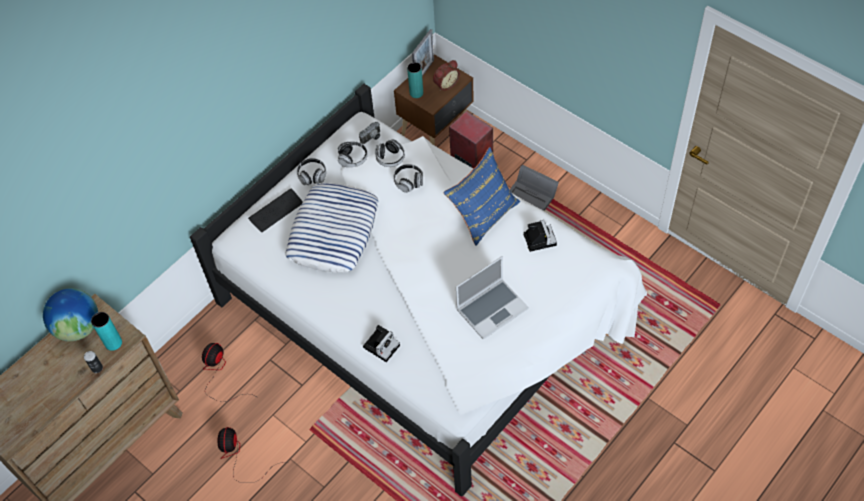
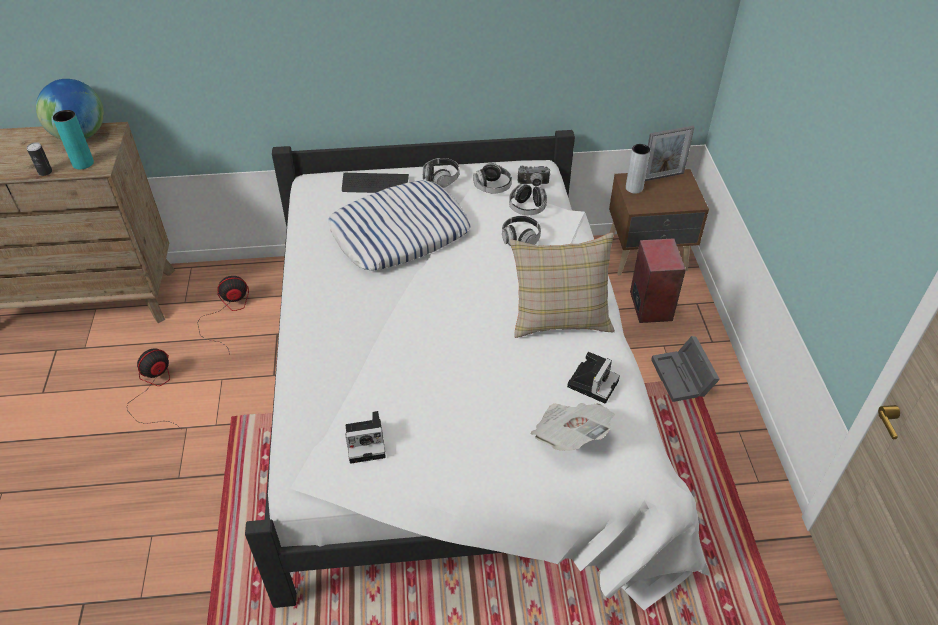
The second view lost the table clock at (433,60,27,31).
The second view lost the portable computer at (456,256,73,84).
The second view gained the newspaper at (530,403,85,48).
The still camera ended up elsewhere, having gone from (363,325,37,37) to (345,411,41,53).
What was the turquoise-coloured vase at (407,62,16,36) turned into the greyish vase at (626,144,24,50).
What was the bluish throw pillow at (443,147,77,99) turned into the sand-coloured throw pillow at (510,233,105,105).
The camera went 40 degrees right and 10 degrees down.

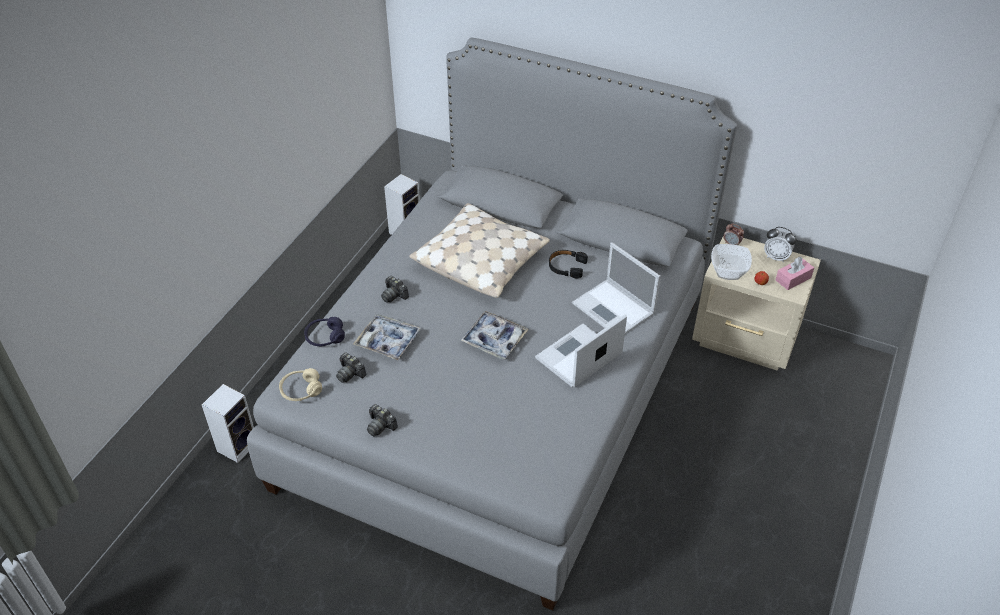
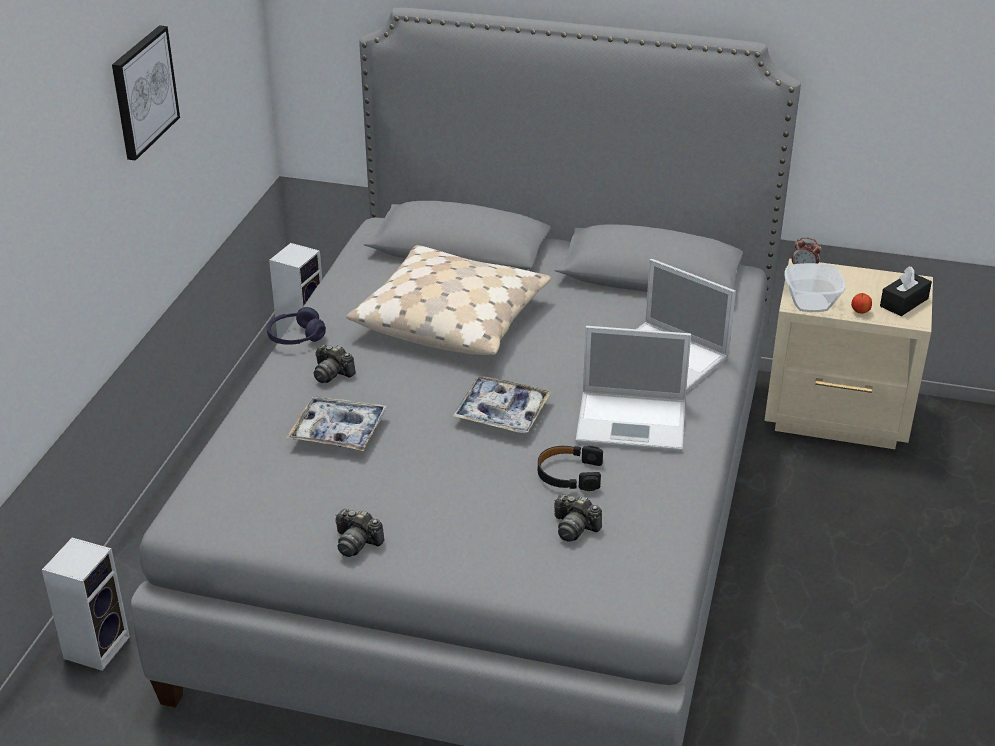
The second view lost the sand-coloured pair of headphones at (279,368,43,33).
The second view lost the table clock at (764,227,32,36).
The second view gained the wall picture at (112,25,68,136).
The purple-coloured pair of headphones ended up elsewhere, having gone from (304,317,41,29) to (267,307,59,38).
The still camera ended up elsewhere, having gone from (336,353,30,30) to (554,494,48,48).
The blackish pair of headphones ended up elsewhere, having gone from (549,250,39,28) to (538,446,65,45).
What was the pinkish box of tissues at (776,257,38,33) turned into the blackish box of tissues at (880,266,52,50).
The portable computer at (535,315,92,72) ended up facing another way, 120 degrees counterclockwise from before.
The camera went 10 degrees left and 10 degrees down.

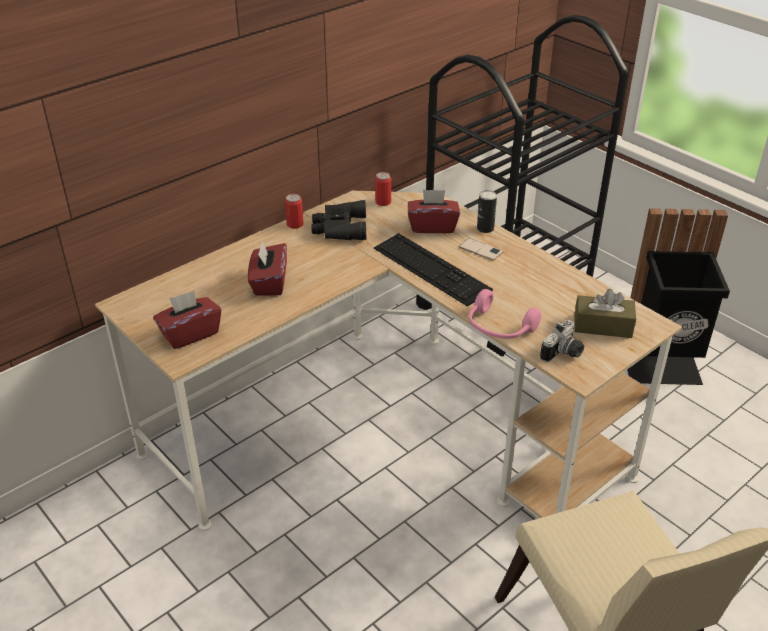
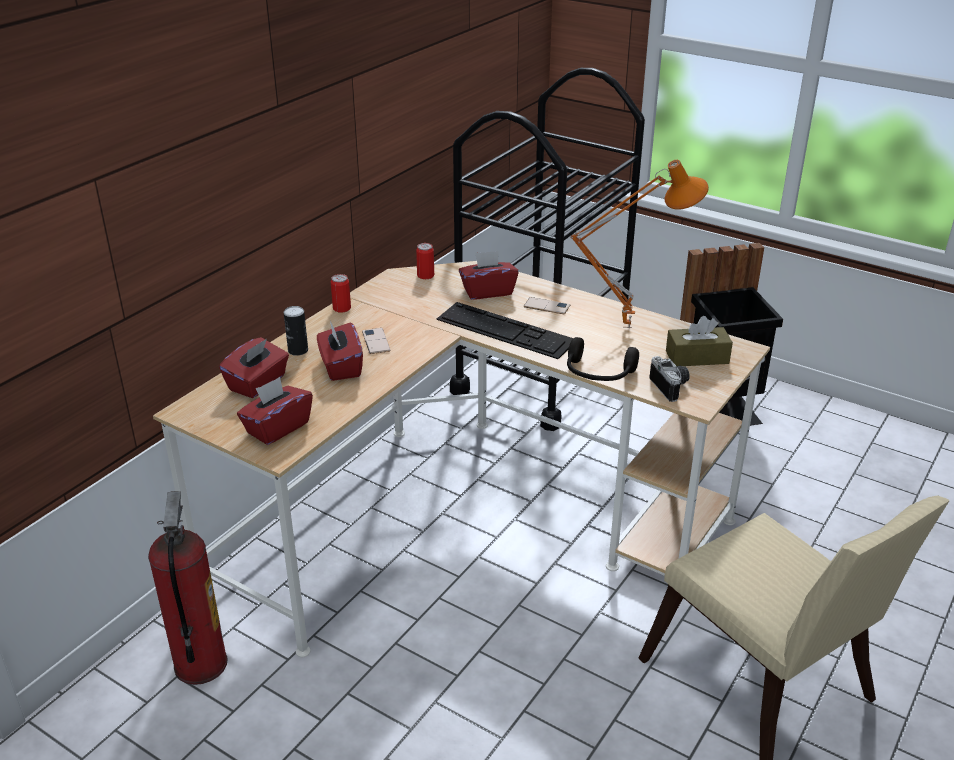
The second view lost the blackish pair of binoculars at (311,200,55,40).
The second view gained the extinguisher at (148,491,80,194).
The second view gained the red-coloured box of tissues at (219,337,70,61).
The second view gained the handset at (362,328,28,26).
The second view gained the orangey table lamp at (571,160,138,168).
The sealed can ended up elsewhere, having gone from (477,190,20,43) to (284,306,24,50).
What was the pinkish pair of headphones at (469,289,72,50) turned into the blackish pair of headphones at (567,337,72,44).
The still camera at (540,320,44,42) ended up facing another way, 45 degrees counterclockwise from before.
The camera went 15 degrees left and 5 degrees down.

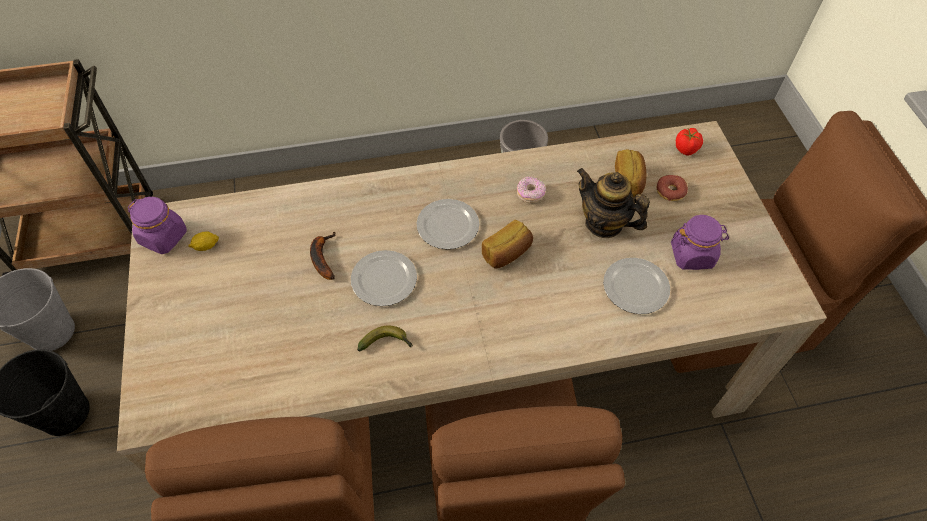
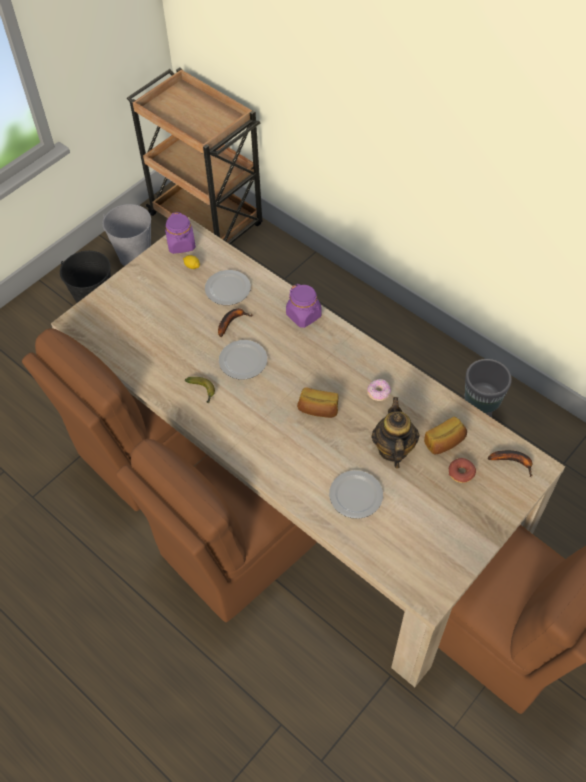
The plate ended up elsewhere, having gone from (417,199,62,50) to (205,270,46,35).
The purple-coloured storage jar ended up elsewhere, having gone from (671,215,58,55) to (286,284,36,44).
Where the whole tomato stood at (676,128,27,28), the whole banana came to stand at (488,450,44,27).
The camera went 55 degrees right and 0 degrees up.

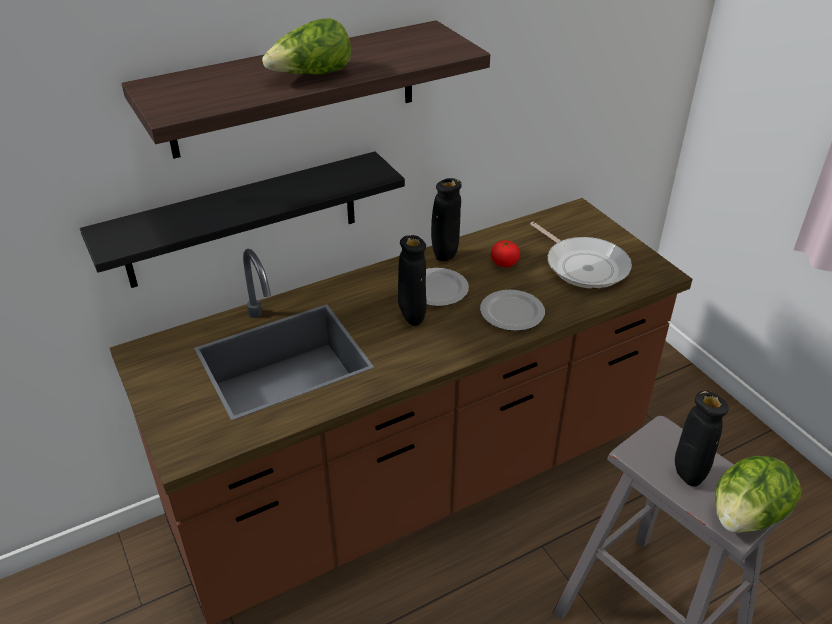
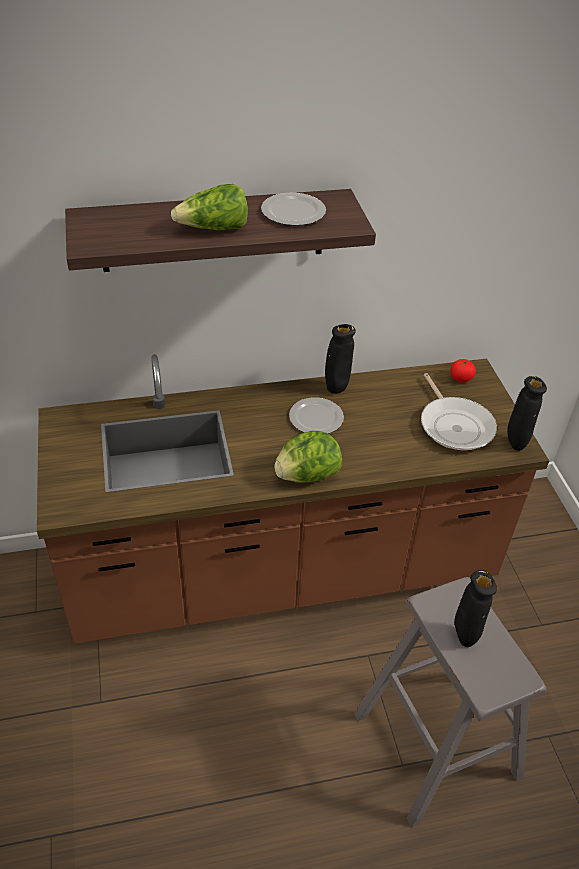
The second view lost the blackish wall shelf at (80,151,325,137).
The blackish vase ended up elsewhere, having gone from (398,235,29,91) to (507,376,40,75).
The plate ended up elsewhere, having gone from (480,290,65,41) to (261,193,65,33).
The whole tomato ended up elsewhere, having gone from (491,240,29,27) to (450,359,26,24).
The head of lettuce ended up elsewhere, having gone from (715,456,86,77) to (274,431,68,52).
The camera went 15 degrees right and 5 degrees up.

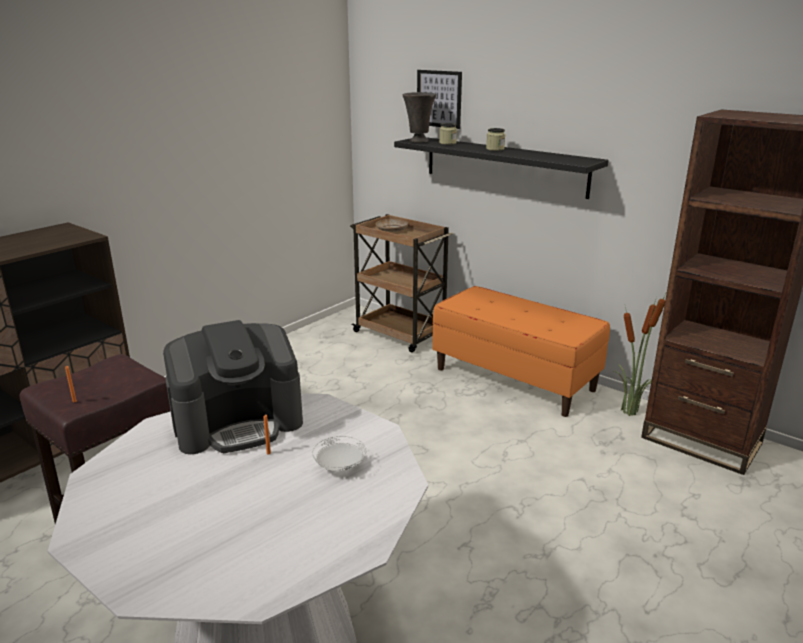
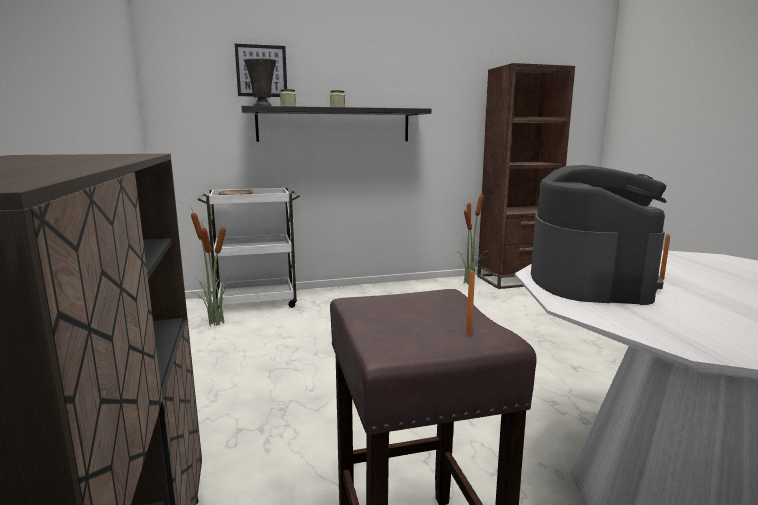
The second view lost the white plate at (312,436,54,35).
The second view lost the orangey long seat at (433,286,177,131).
The second view gained the potted plant at (190,207,41,119).
What was the brown-coloured wheeled cart at (350,214,103,139) turned into the white wheeled cart at (198,188,102,120).
The camera went 55 degrees left and 10 degrees down.

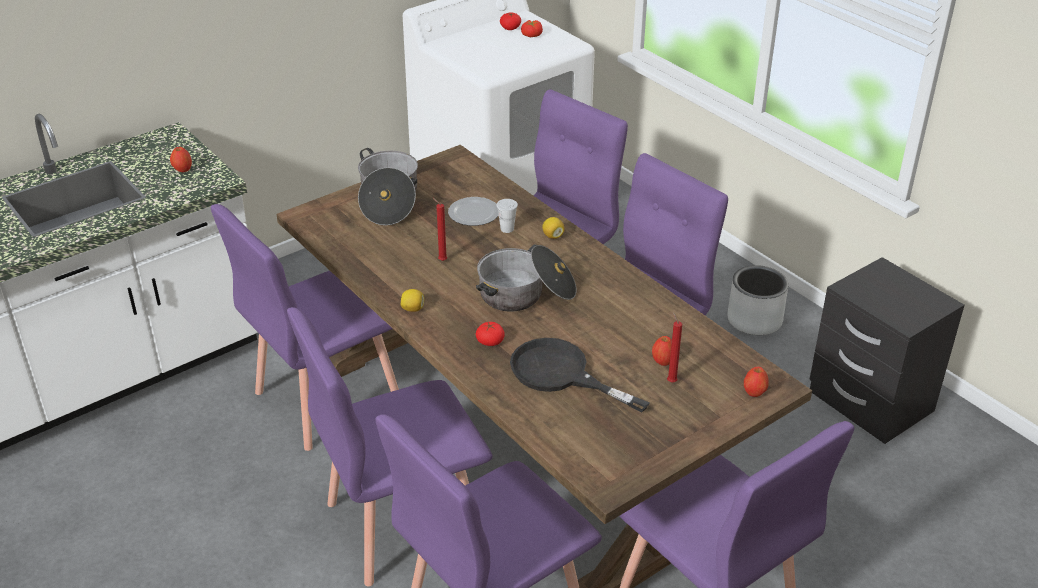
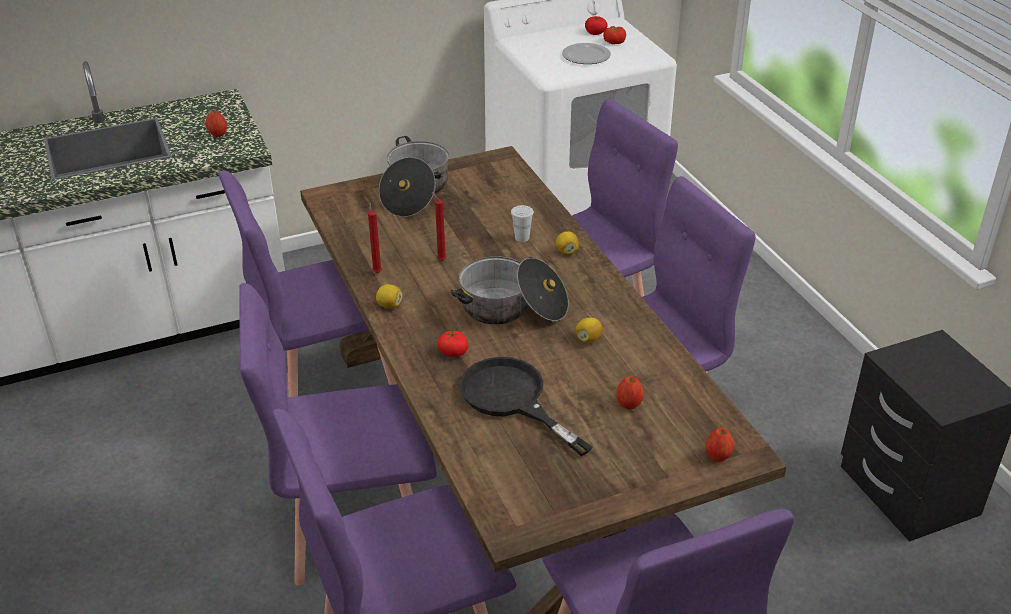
The second view lost the greyish plant pot at (728,265,61,70).
The second view gained the whole lemon at (576,318,27,25).
The plate ended up elsewhere, having gone from (448,197,51,29) to (562,43,49,21).
The red-coloured candle ended up elsewhere, having gone from (667,312,15,70) to (368,202,14,71).
The camera went 15 degrees right and 0 degrees up.

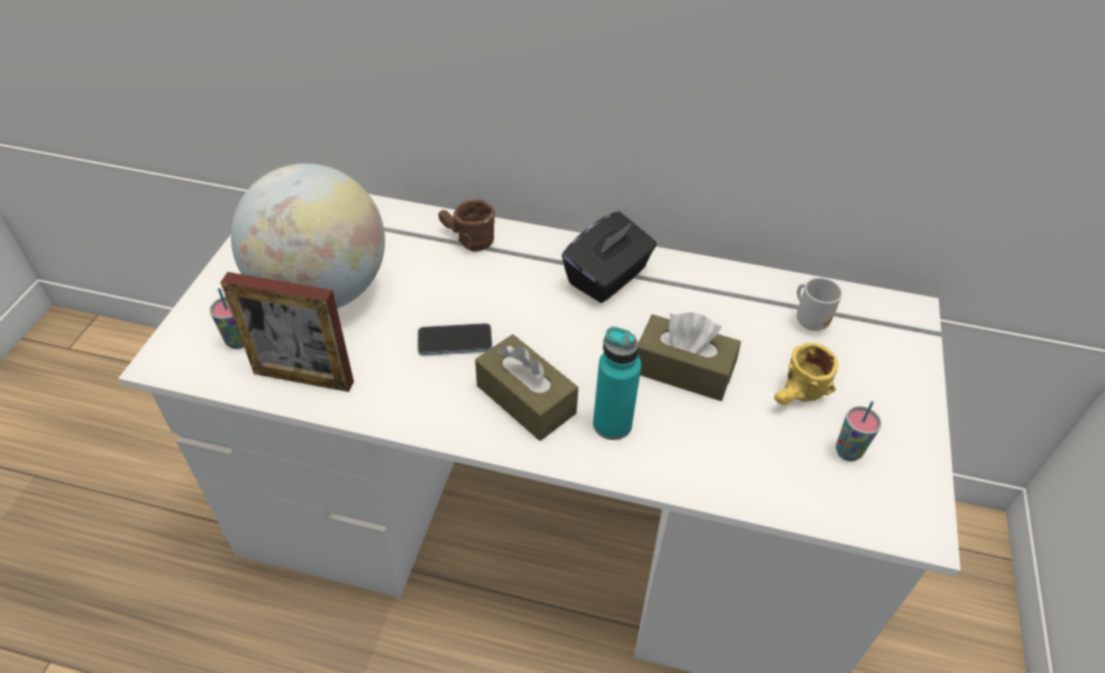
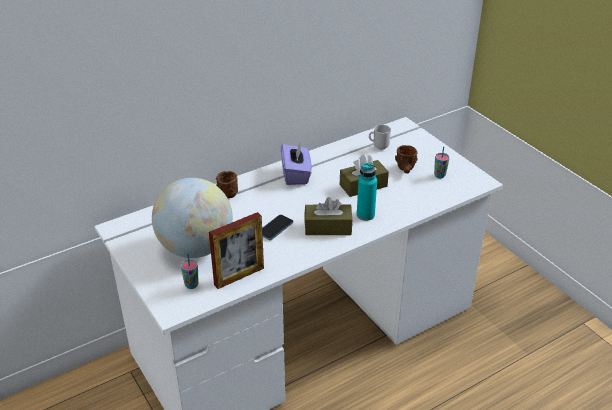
What was the blackish box of tissues at (562,212,95,91) turned into the purple-coloured box of tissues at (281,141,31,44).
What was the yellow tea mug at (774,343,64,62) turned into the brown-coloured tea mug at (395,145,23,29).
The camera went 45 degrees left and 10 degrees down.

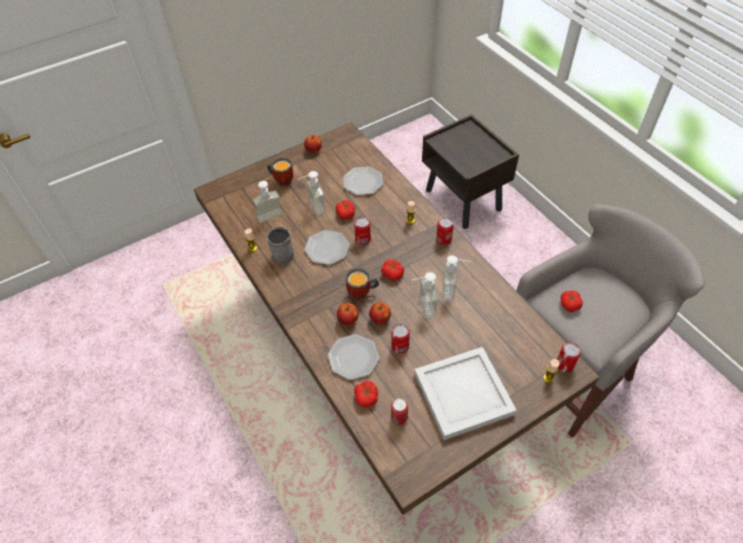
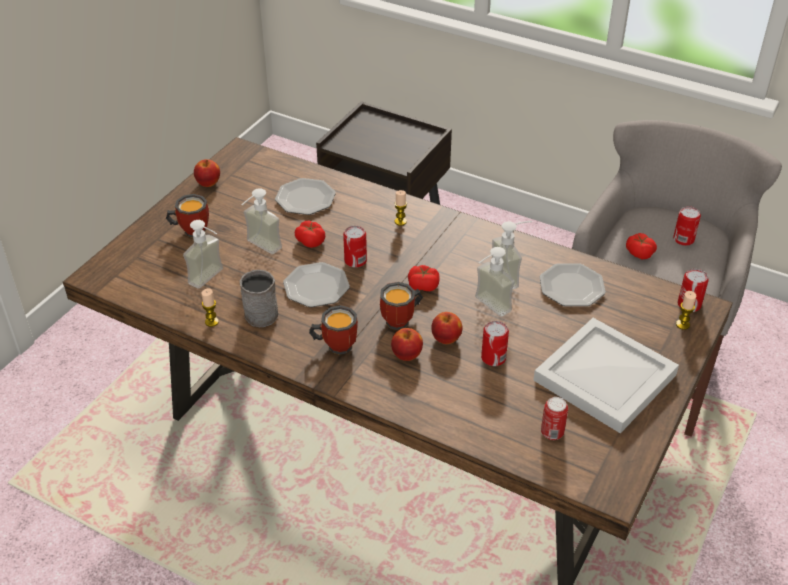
The second view lost the whole tomato at (354,381,24,26).
The second view gained the tea mug at (309,305,49,50).
The plate ended up elsewhere, having gone from (327,334,52,46) to (540,263,66,43).
The sealed can ended up elsewhere, having gone from (436,217,18,28) to (673,206,28,40).
The camera went 30 degrees left and 10 degrees down.

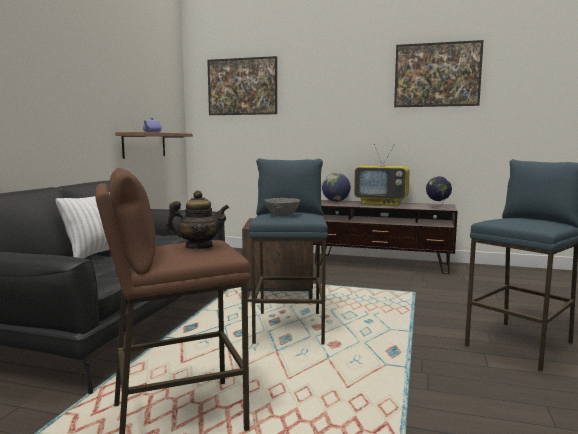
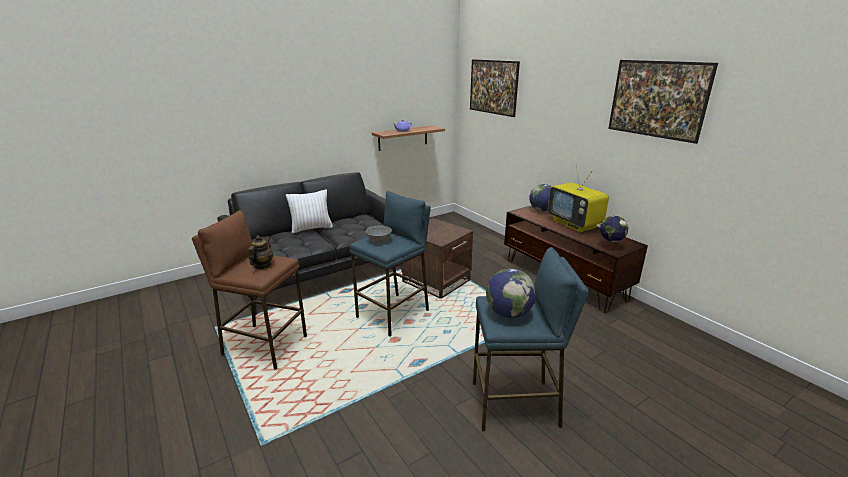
The second view gained the desk globe at (486,268,50,50).
The teapot at (166,190,63,59) ended up facing another way, 105 degrees counterclockwise from before.
The camera went 40 degrees right and 15 degrees up.

